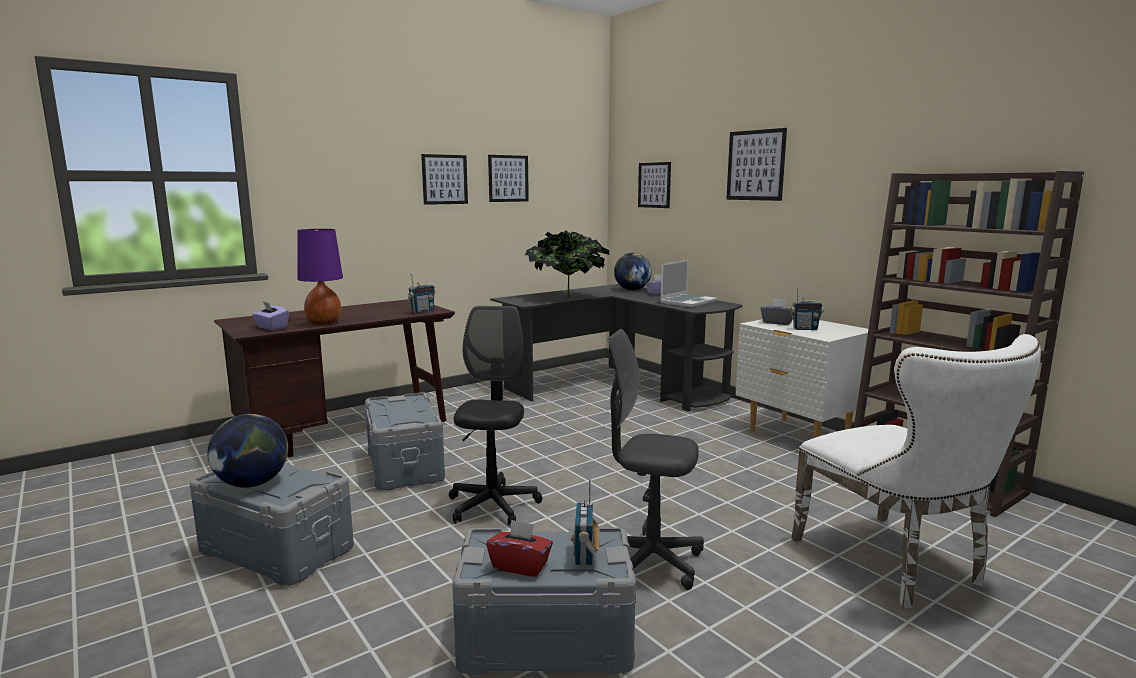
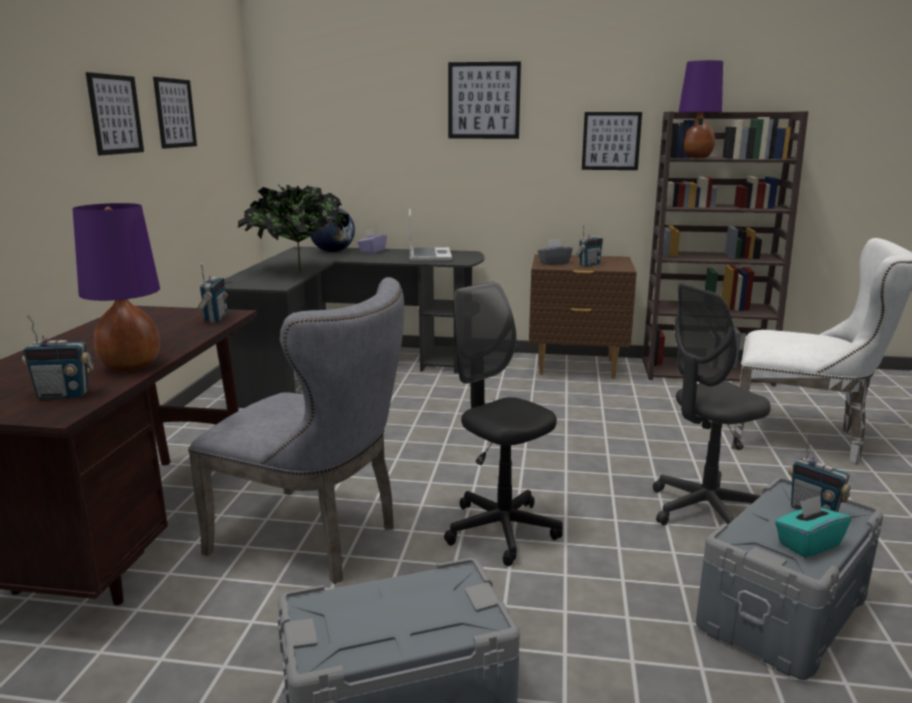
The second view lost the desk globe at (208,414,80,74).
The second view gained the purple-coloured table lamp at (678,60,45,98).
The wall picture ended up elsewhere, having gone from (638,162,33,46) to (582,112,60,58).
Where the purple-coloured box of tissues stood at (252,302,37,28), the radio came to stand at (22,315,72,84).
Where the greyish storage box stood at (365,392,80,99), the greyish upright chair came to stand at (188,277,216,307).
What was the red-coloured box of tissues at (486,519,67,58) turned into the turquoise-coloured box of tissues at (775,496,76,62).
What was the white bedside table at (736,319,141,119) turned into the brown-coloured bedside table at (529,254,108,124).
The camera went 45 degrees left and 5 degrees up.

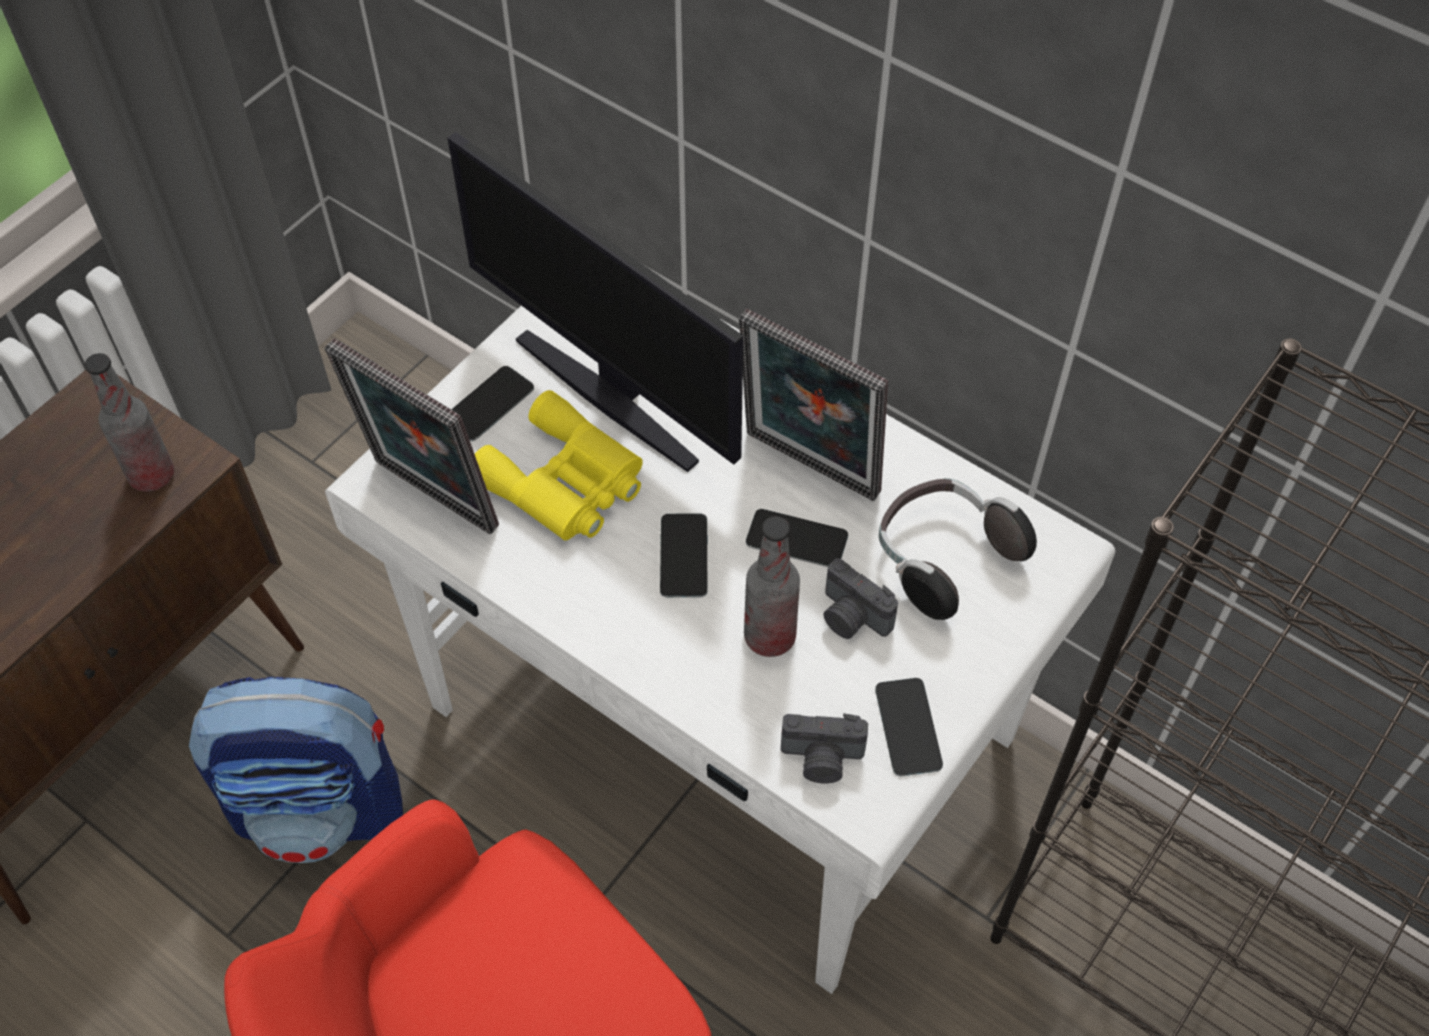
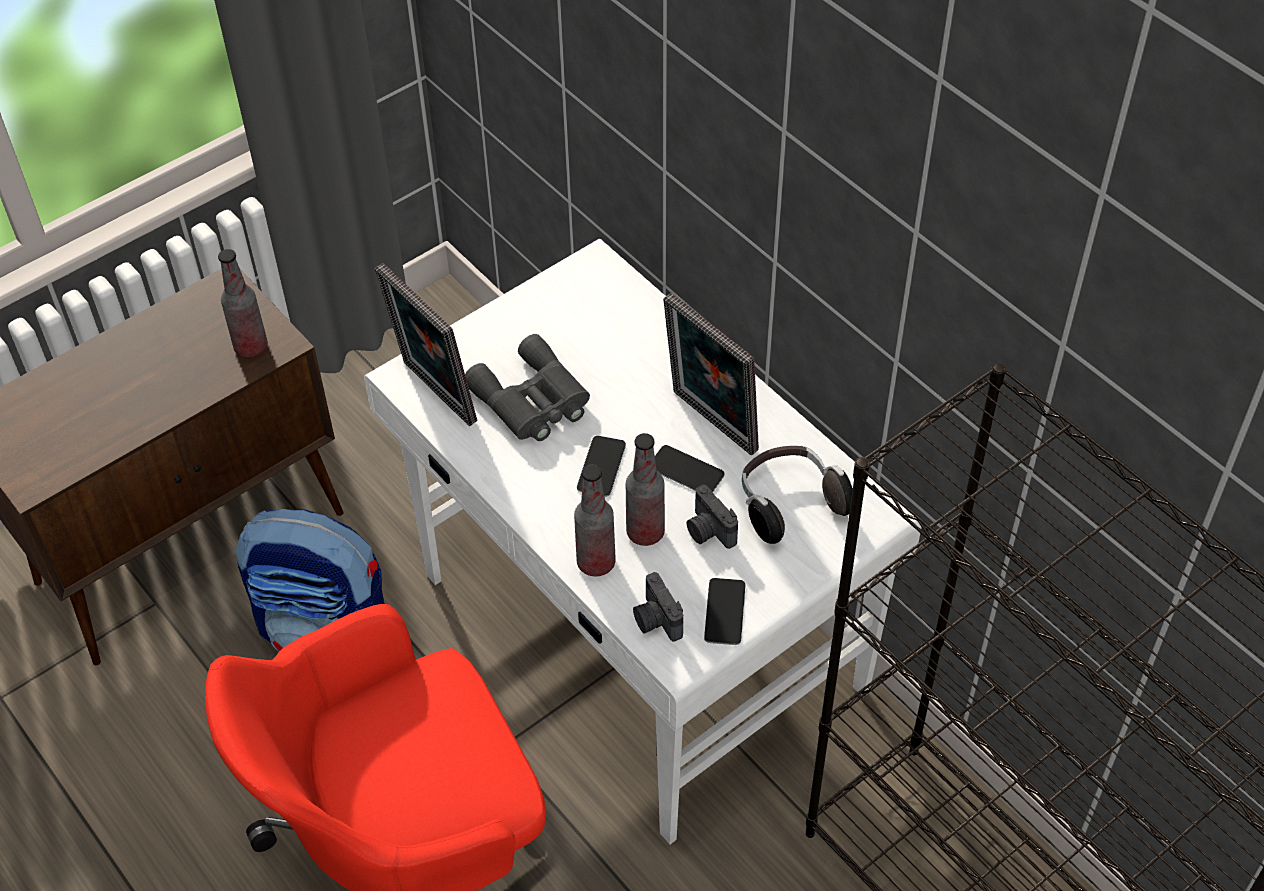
The second view lost the monitor at (447,132,296,340).
The second view lost the handset at (451,366,83,75).
The second view gained the beverage bottle at (574,464,42,112).
What was the yellow pair of binoculars at (475,390,168,151) turned into the greyish pair of binoculars at (465,334,125,107).
The still camera at (781,713,87,70) ended up facing another way, 45 degrees clockwise from before.
The camera went 15 degrees right and 5 degrees down.

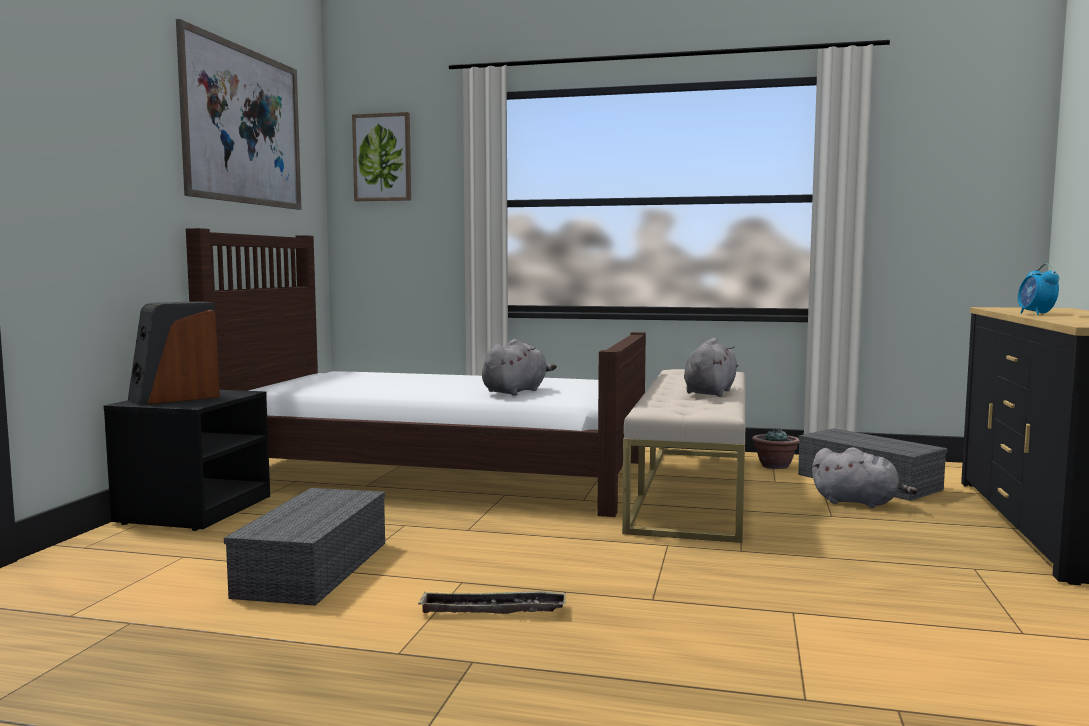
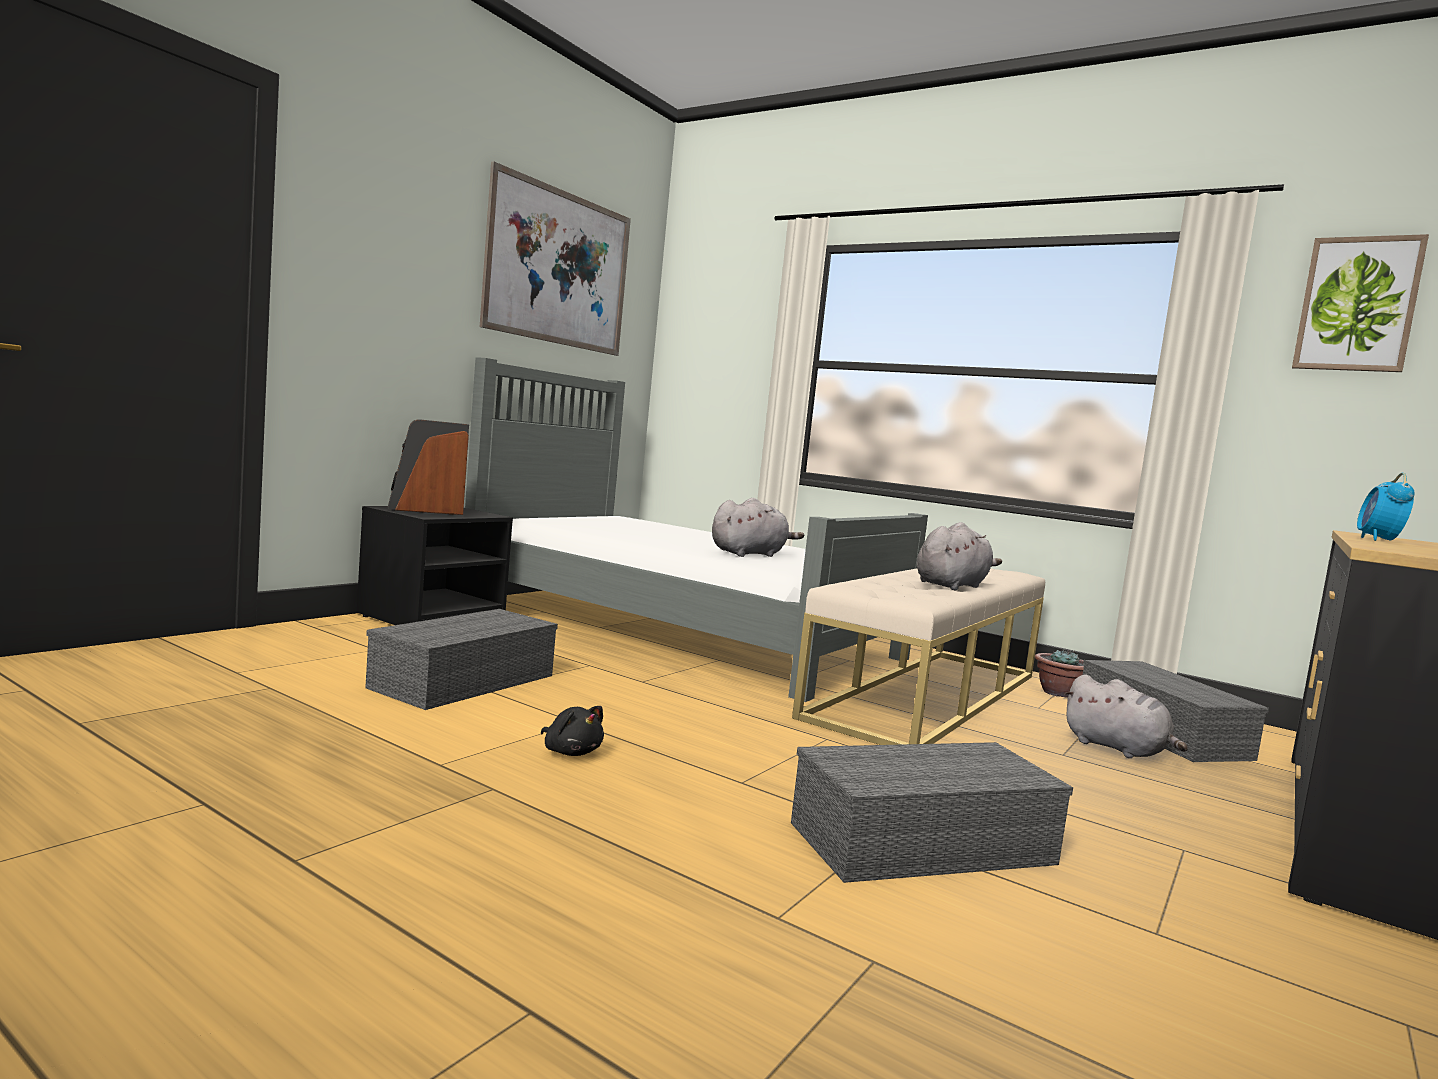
The second view gained the greyish storage box at (791,742,282,141).
The wall picture ended up elsewhere, having gone from (352,112,59,89) to (1292,234,137,138).
Where the carrying tray stood at (418,591,148,23), the blackish soft toy came to stand at (541,706,63,50).
What was the brown-coloured bed at (186,228,460,289) turned into the greyish bed at (465,357,463,345).
The camera went 20 degrees right and 0 degrees up.

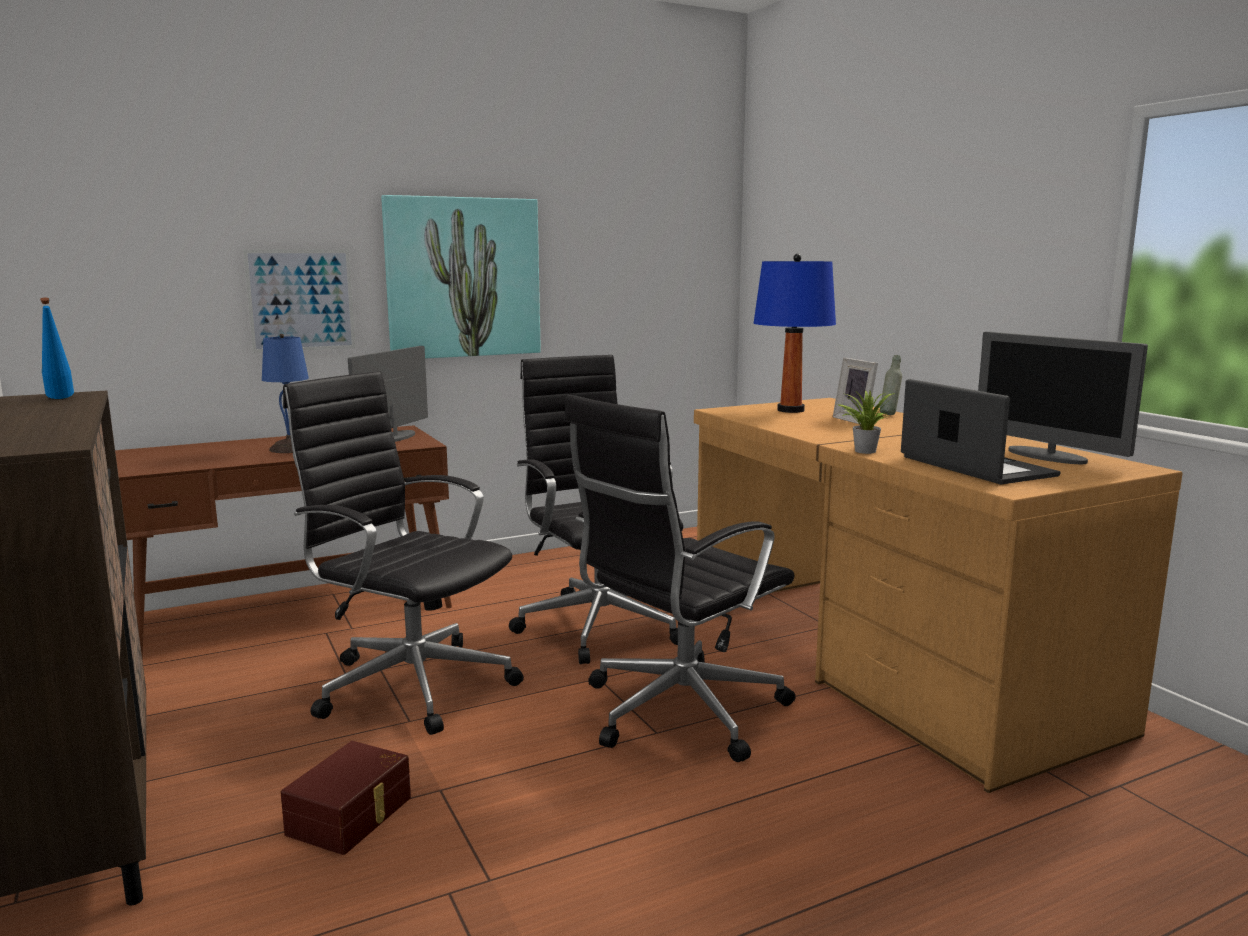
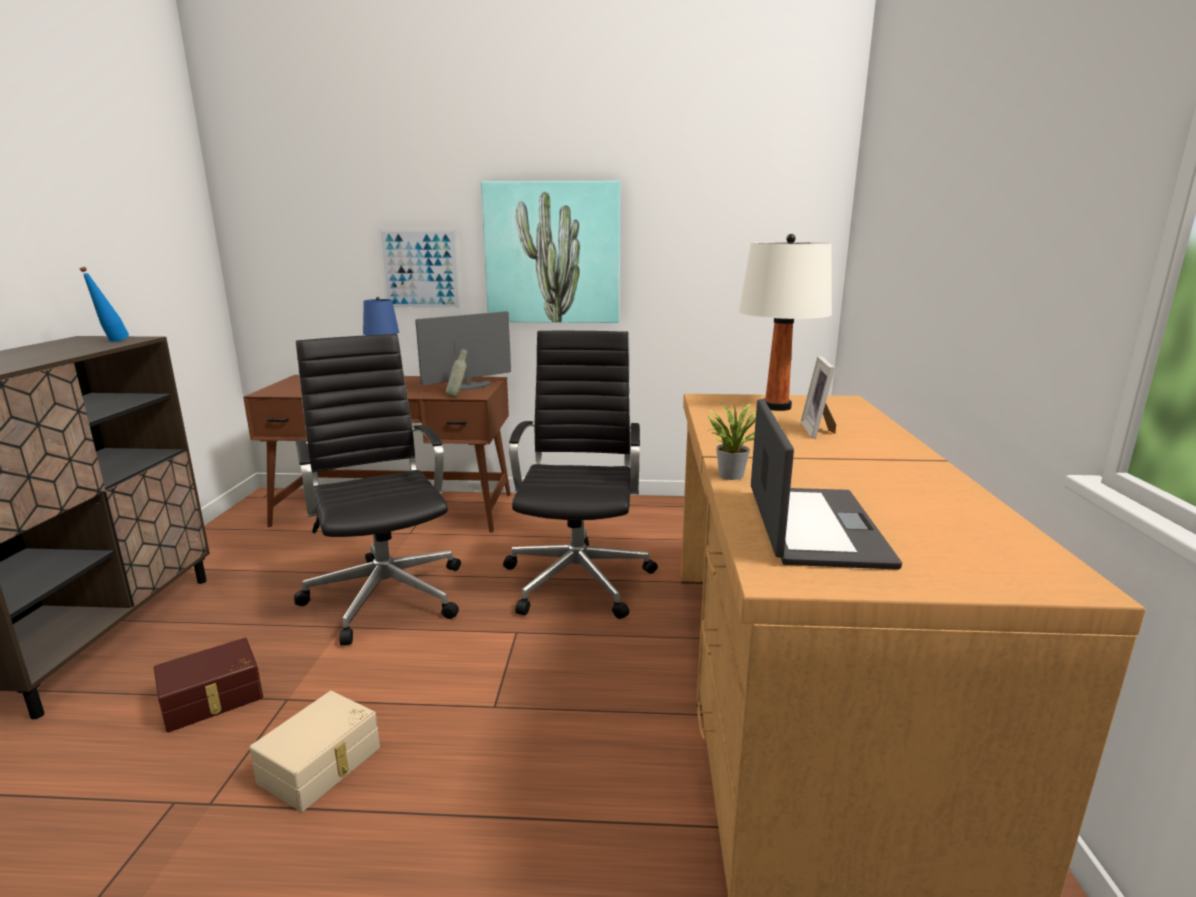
The second view lost the blackish computer chair at (564,395,232,367).
The second view lost the monitor at (978,332,170,132).
The second view gained the sand-coloured storage box at (249,691,131,121).
The greyish beverage bottle ended up elsewhere, having gone from (880,355,22,60) to (446,348,21,48).
What was the bluish table lamp at (754,254,82,159) turned into the white table lamp at (739,234,93,177).
The camera went 30 degrees right and 5 degrees up.

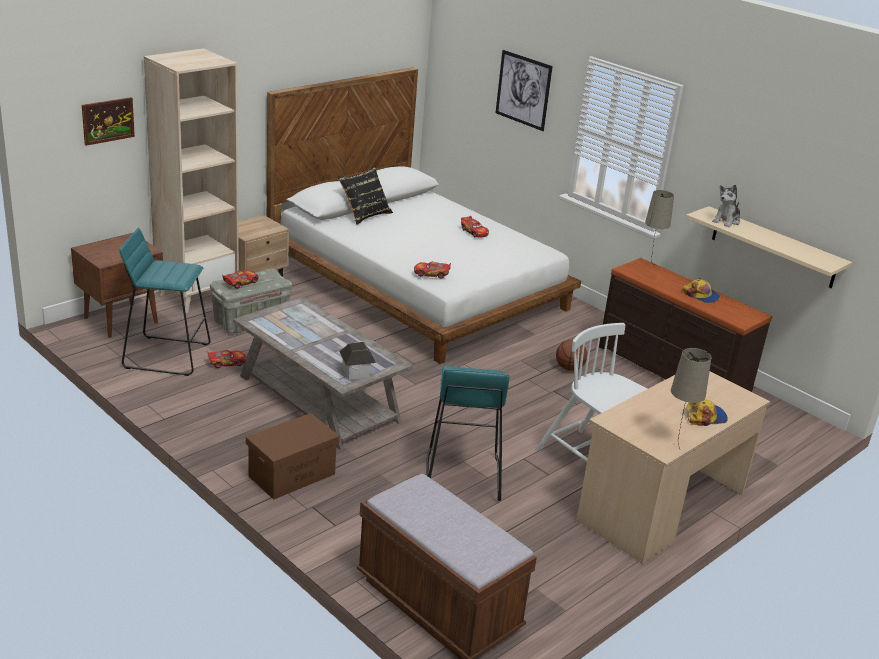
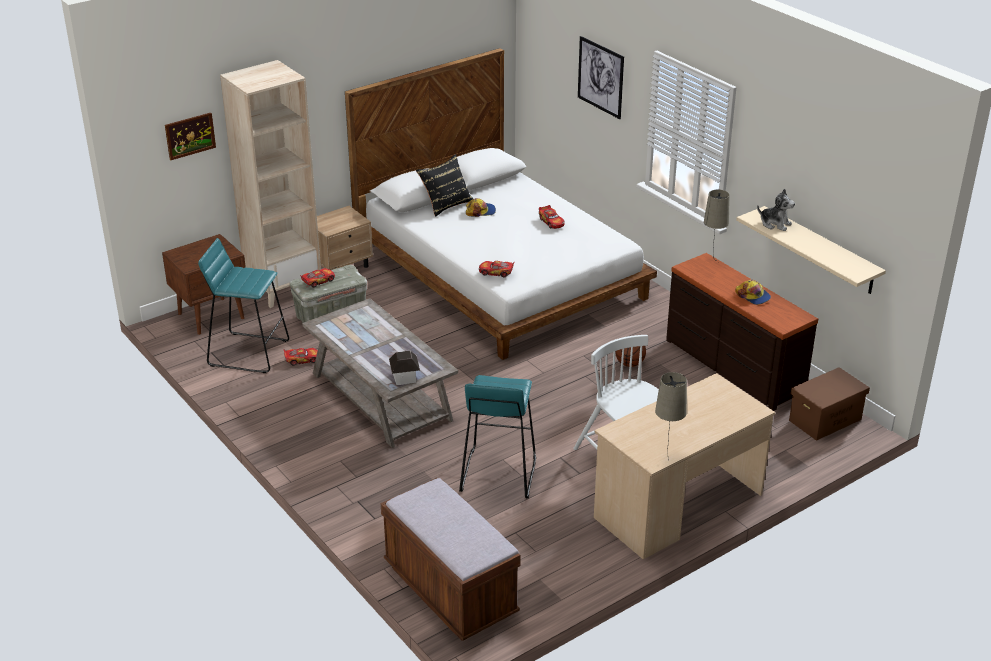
The brown-coloured storage box ended up elsewhere, having gone from (246,413,93,87) to (789,367,81,74).
The peaked cap ended up elsewhere, having gone from (686,399,42,27) to (466,198,30,19).
The soft toy at (712,185,28,42) ended up facing another way, 105 degrees counterclockwise from before.
The camera went 10 degrees right and 5 degrees up.

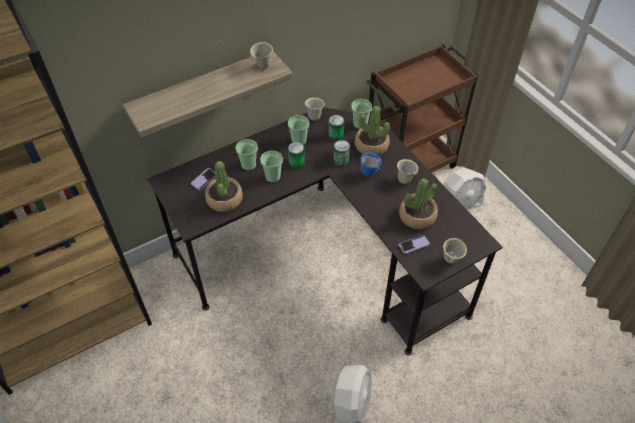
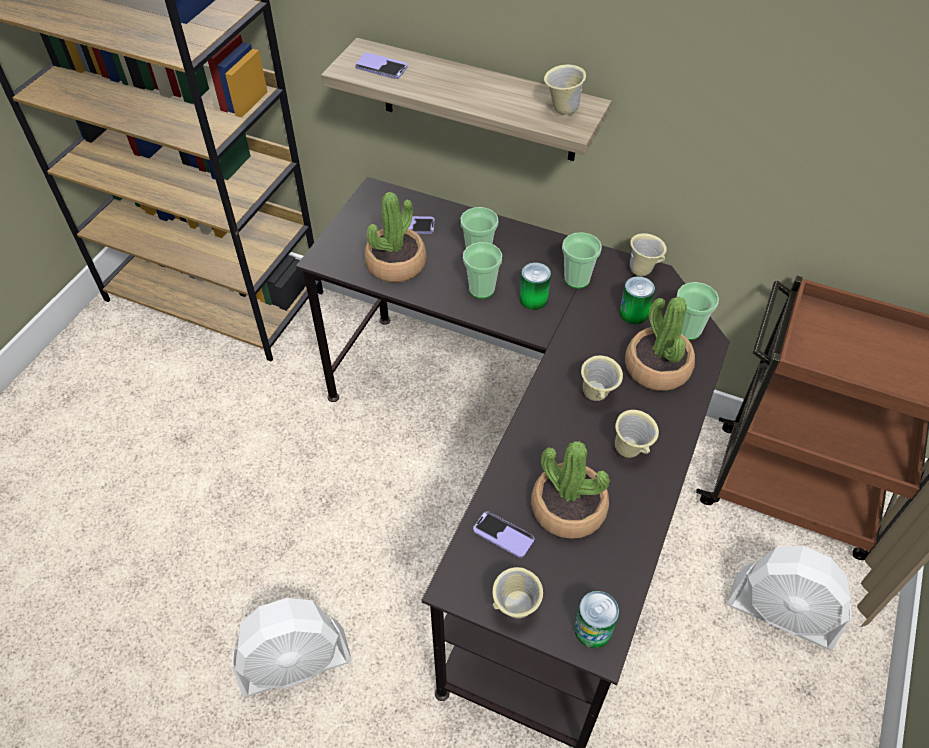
The second view gained the handset at (355,53,53,26).
The sealed can ended up elsewhere, having gone from (333,140,17,26) to (574,591,45,57).
What was the bluish tea mug at (360,153,21,24) turned into the sand-coloured tea mug at (581,355,42,46).
The camera went 55 degrees right and 0 degrees up.

